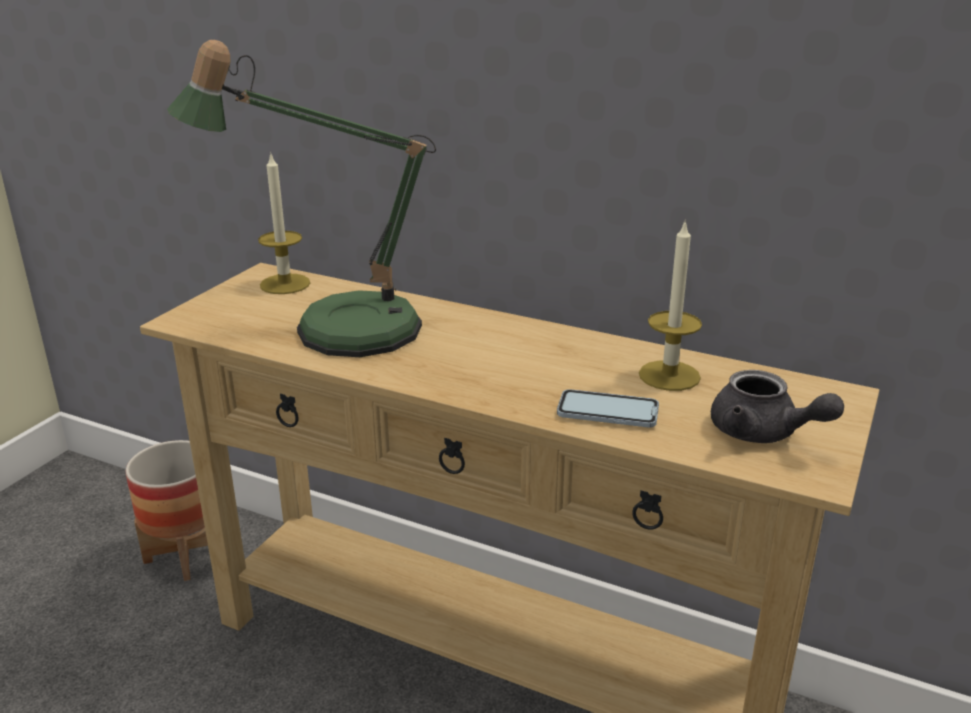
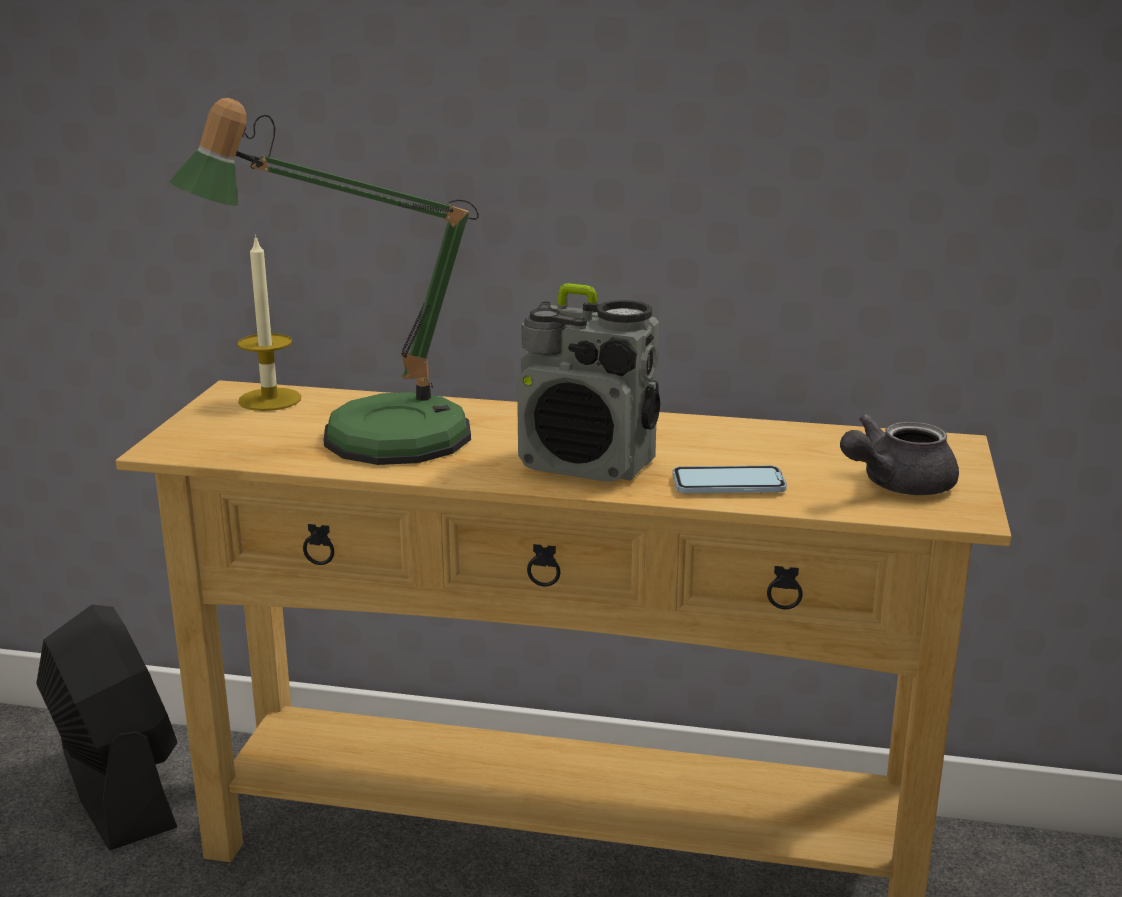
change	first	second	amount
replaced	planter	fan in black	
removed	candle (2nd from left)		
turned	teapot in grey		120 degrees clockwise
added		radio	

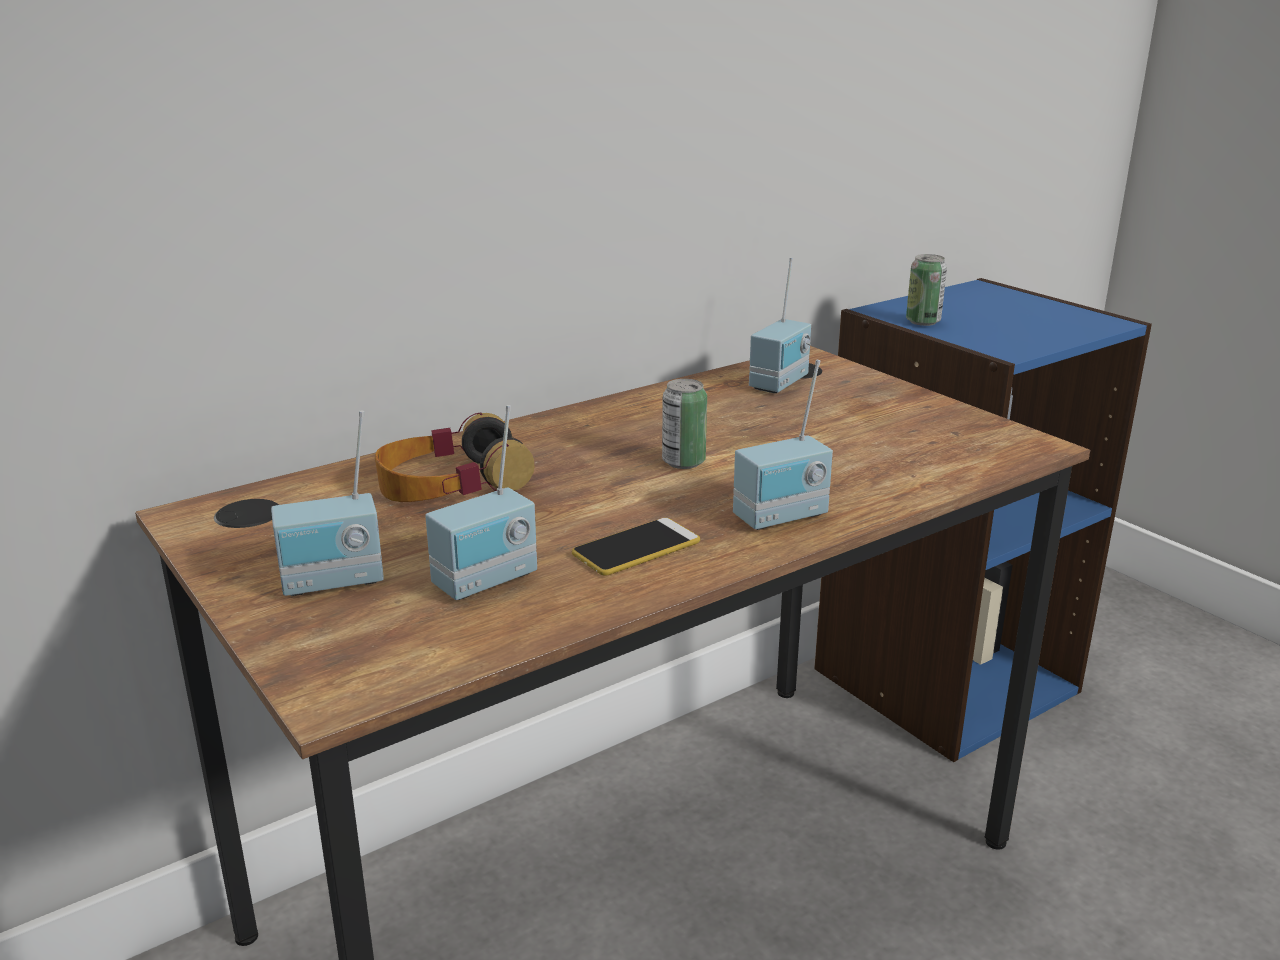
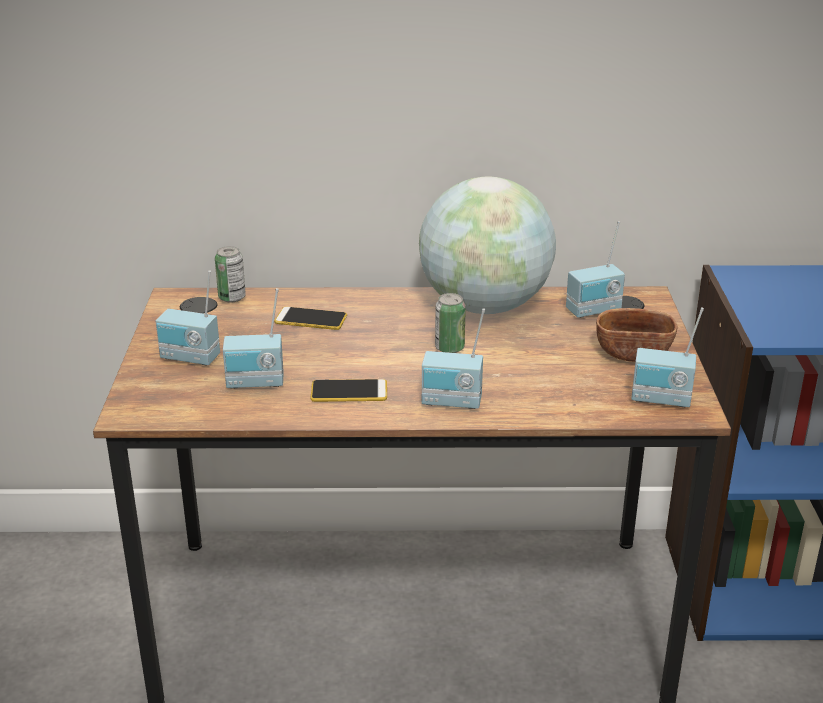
change	first	second	amount
replaced	headphones	phone (1st from left)	
moved	can (2nd from left in the first image)	can (1st from left)	
added		globe	
added		bowl in brown	
added		radio (5th from left)	

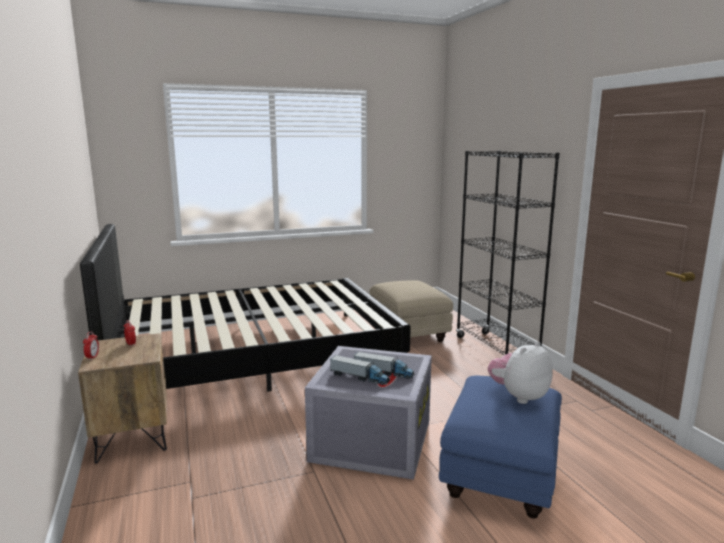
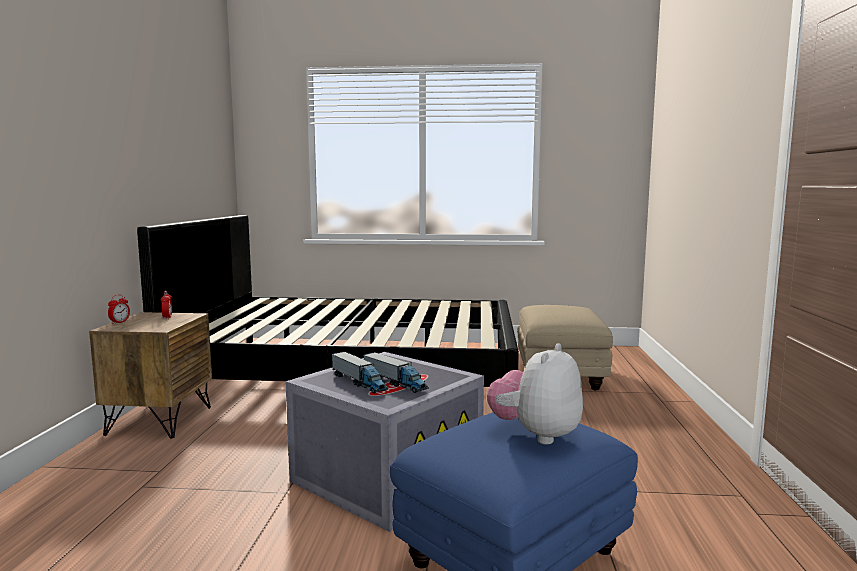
change	first	second	amount
removed	bookcase in black		
turned	plush toy		45 degrees counterclockwise

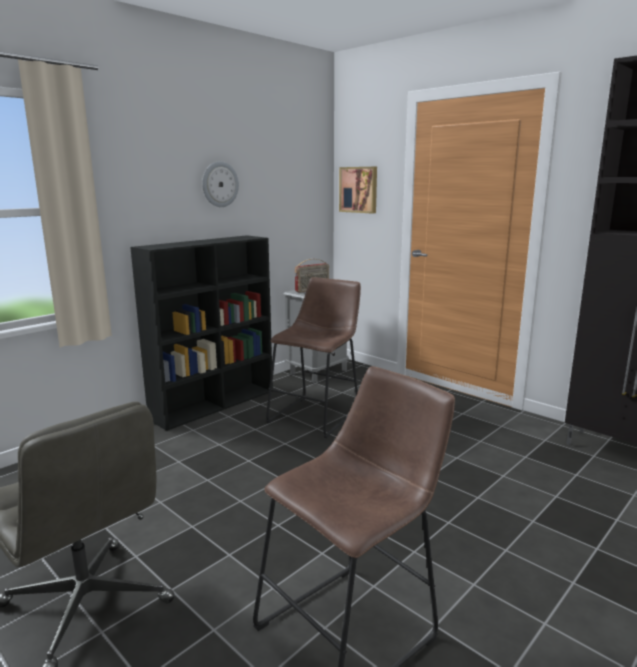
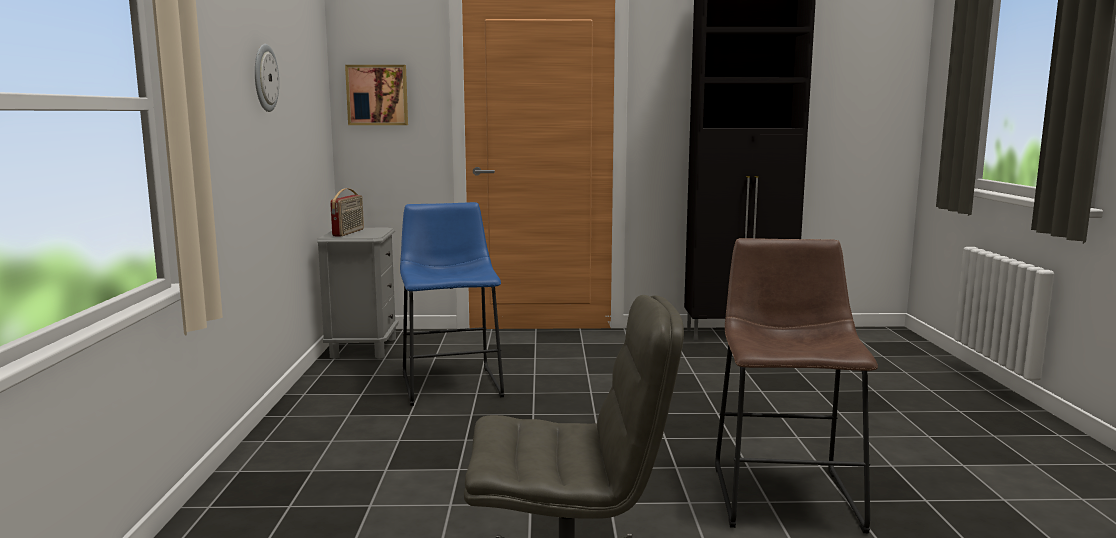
change	first	second	amount
removed	bookcase in black		
recoloured	stool in brown (1st from left)	stool in blue	

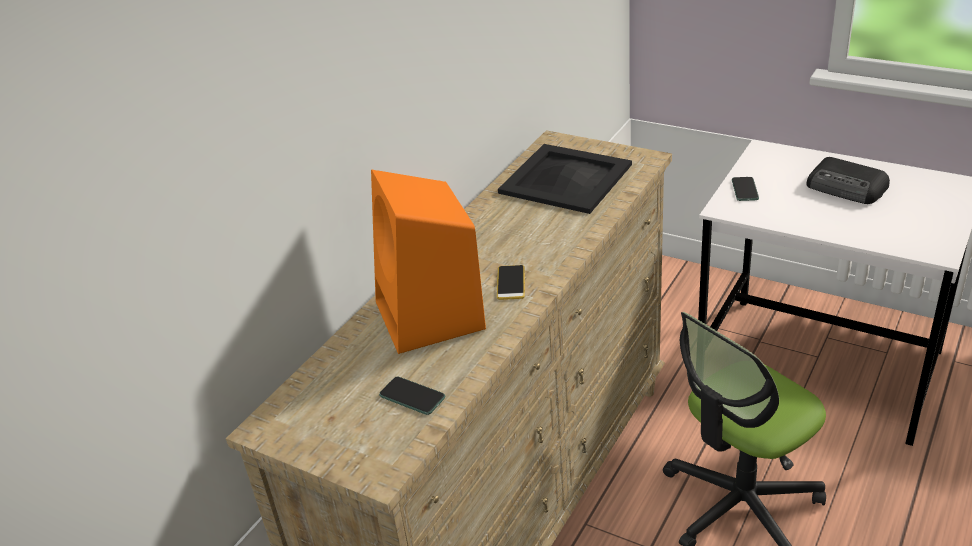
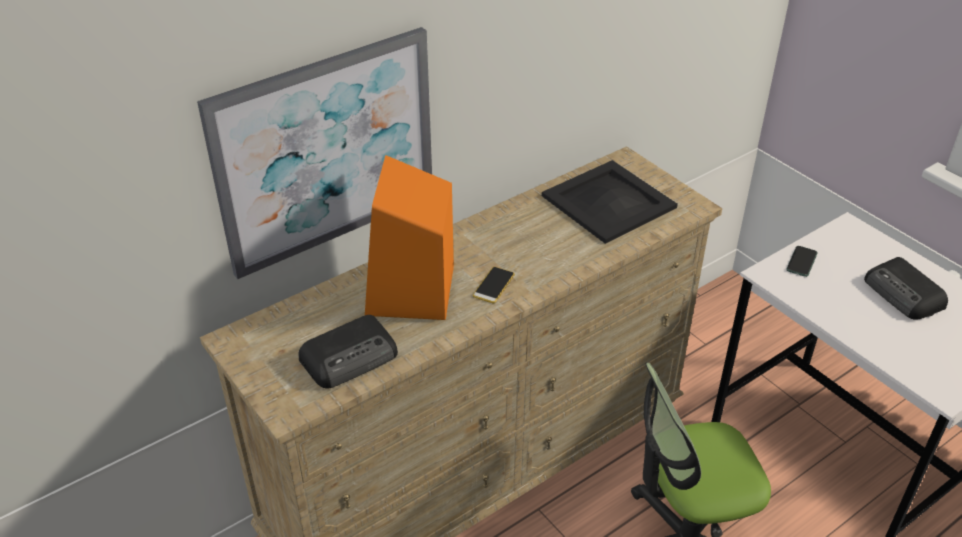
change	first	second	amount
replaced	phone (1st from left)	radio (1st from left)	
added		picture	

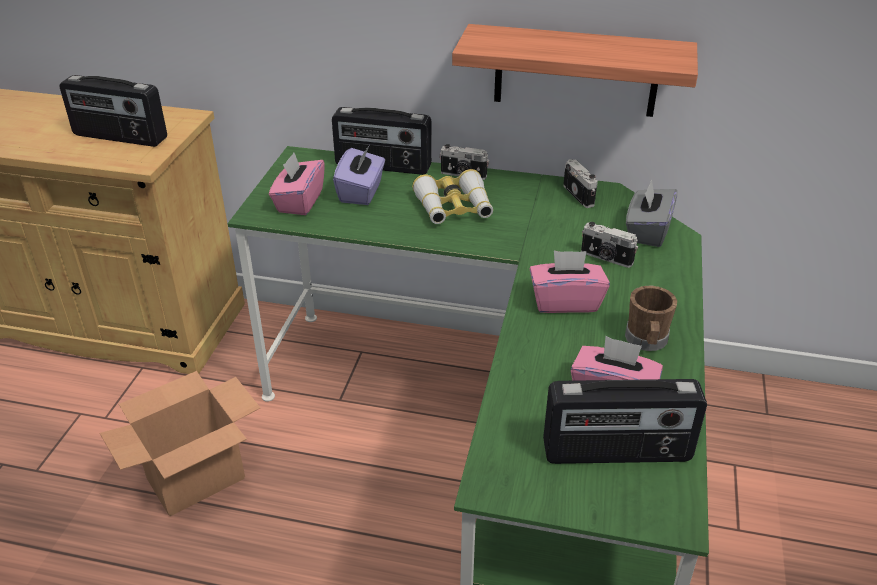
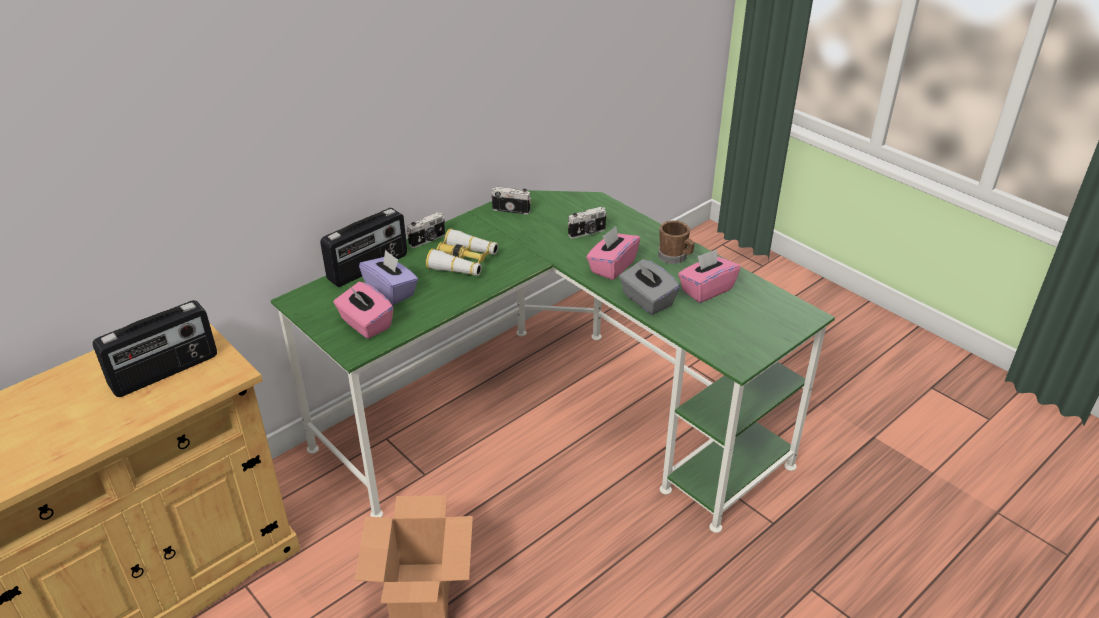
change	first	second	amount
removed	shelf		
removed	radio (3rd from left)		
moved	tissue box in grey		

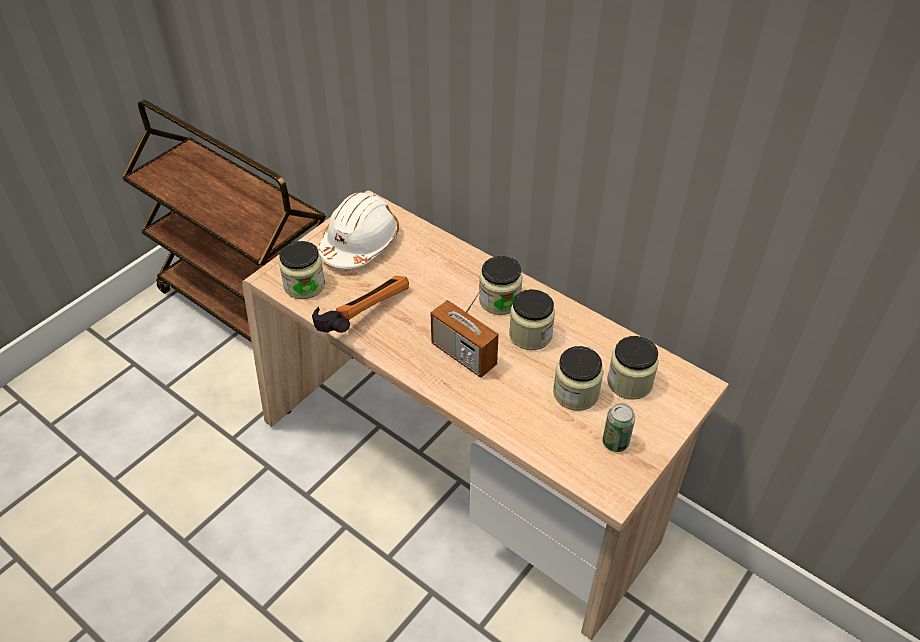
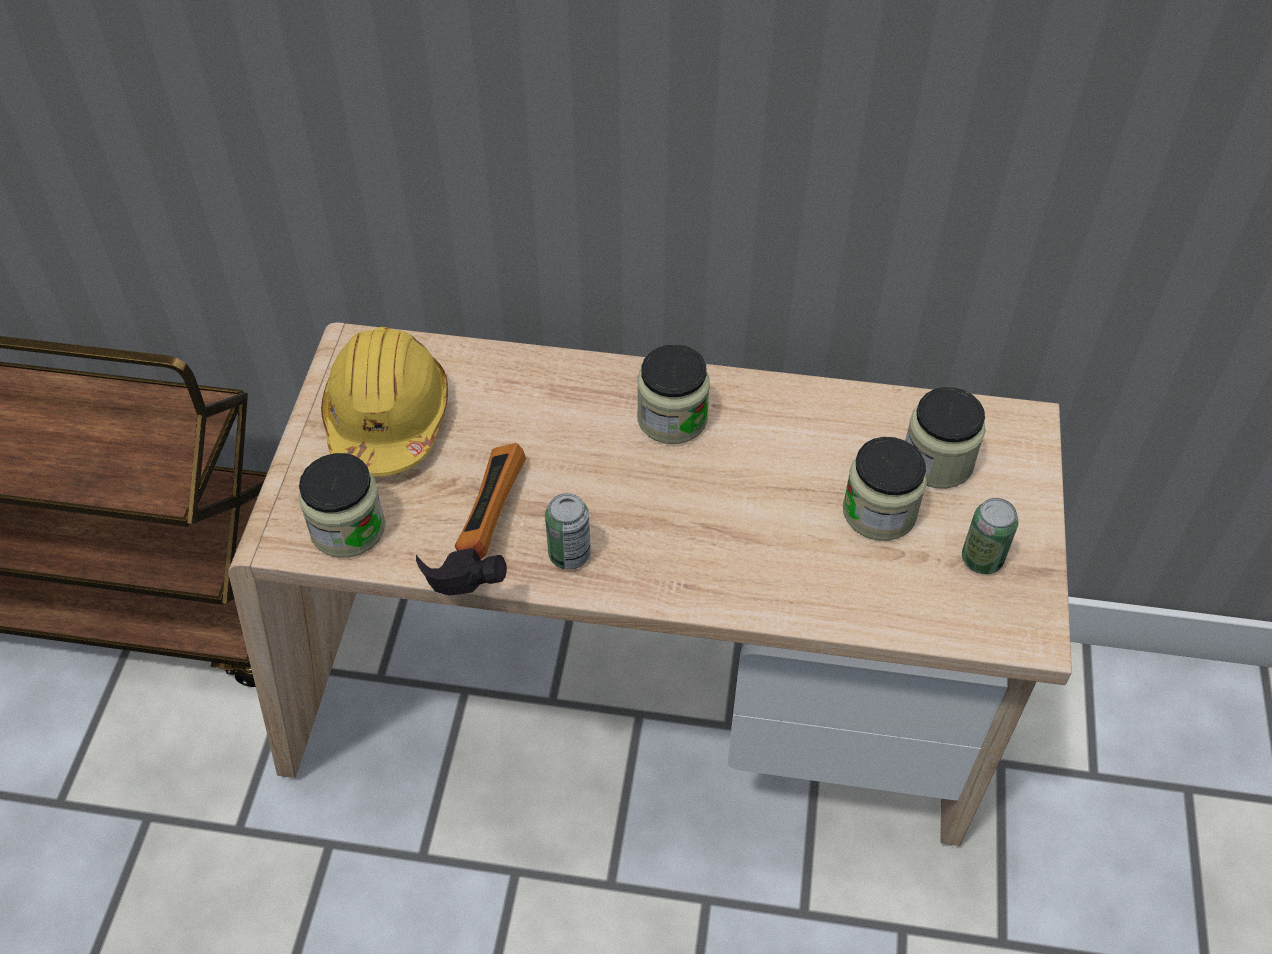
change	first	second	amount
recoloured	hard hat in white	hard hat in yellow	
removed	radio		
removed	jar (3rd from left)		
added		can (1st from left)	

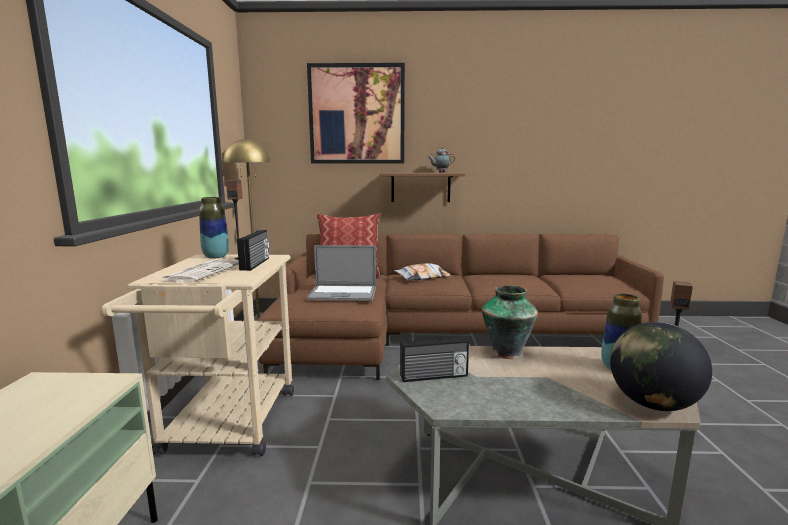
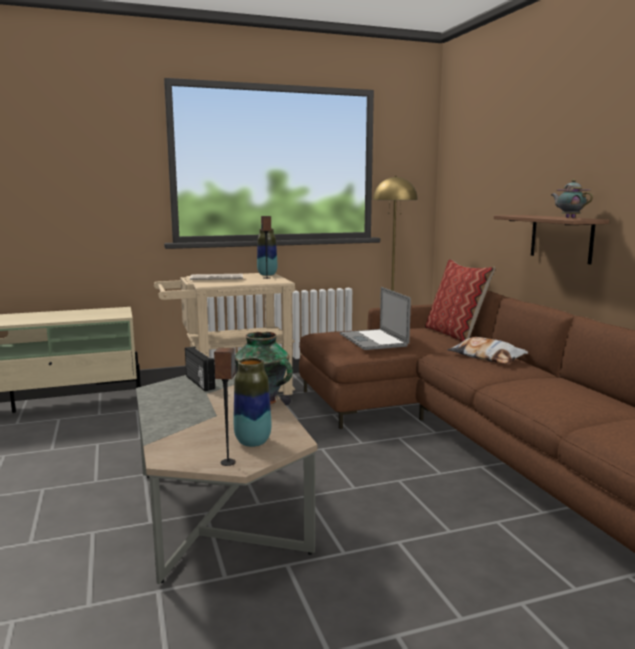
change	first	second	amount
removed	radio (1st from left)		
removed	picture		
removed	globe		

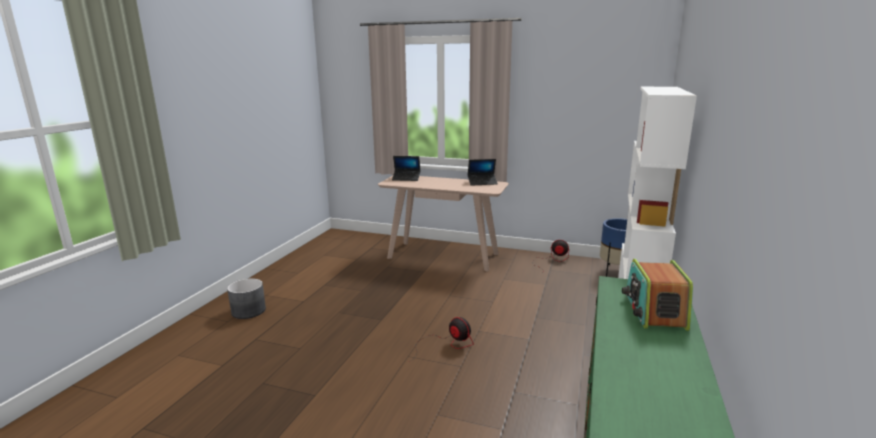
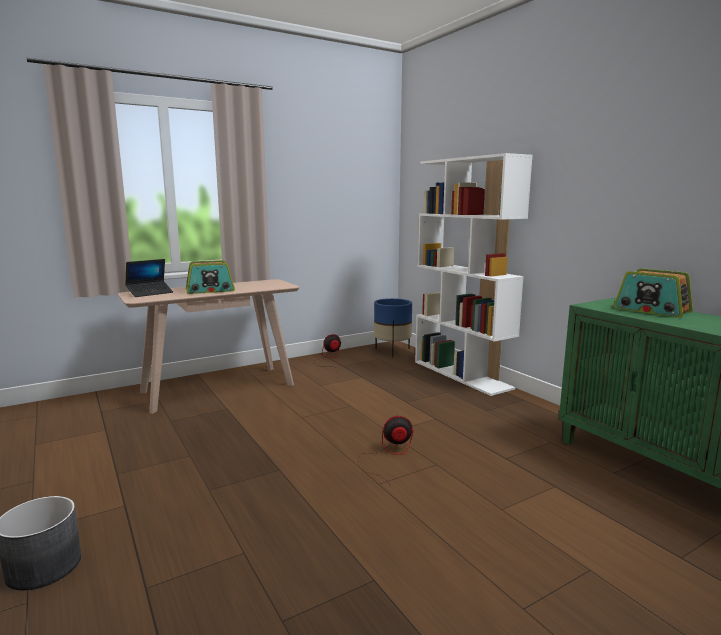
change	first	second	amount
removed	laptop (2nd from left)		
added		radio (1st from left)	

